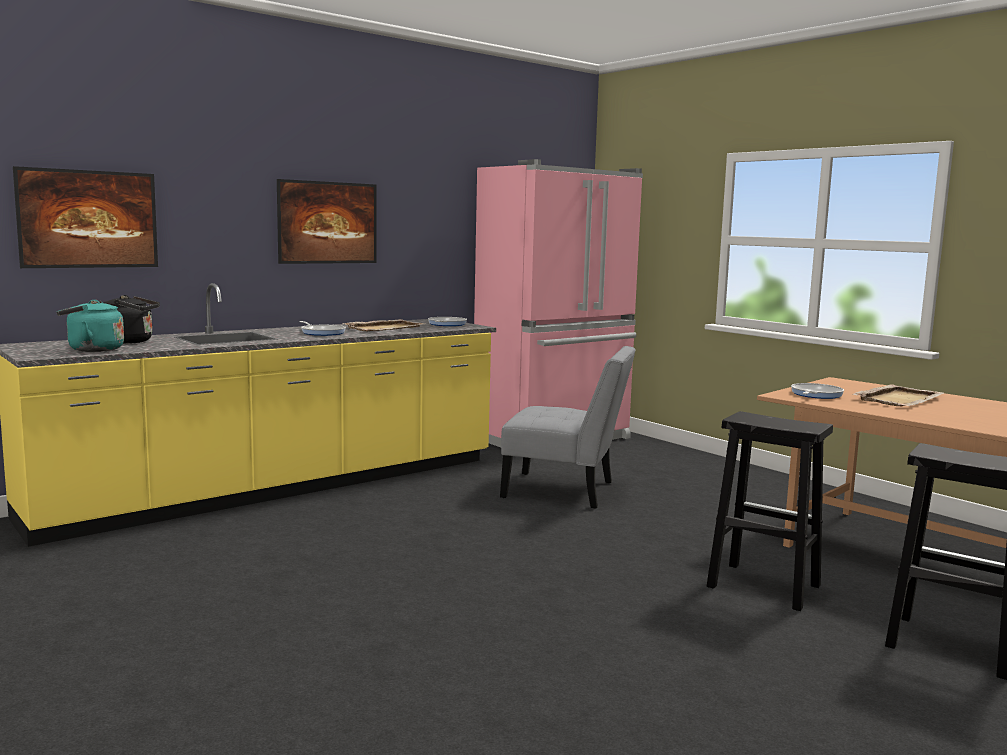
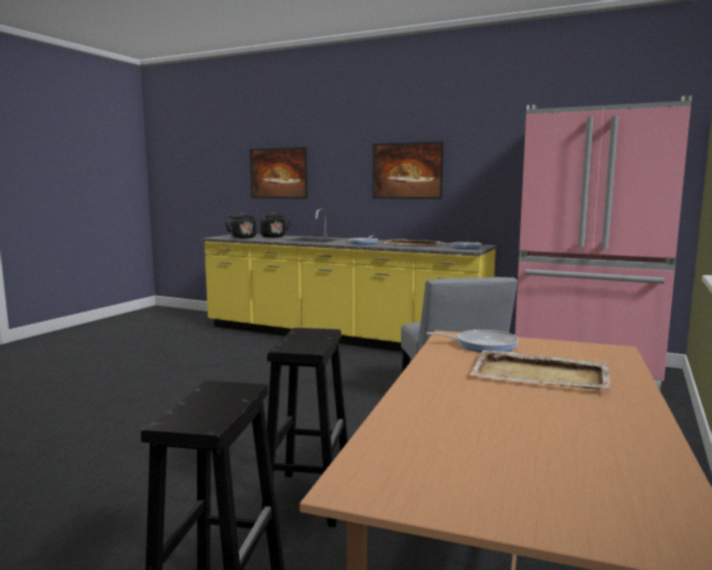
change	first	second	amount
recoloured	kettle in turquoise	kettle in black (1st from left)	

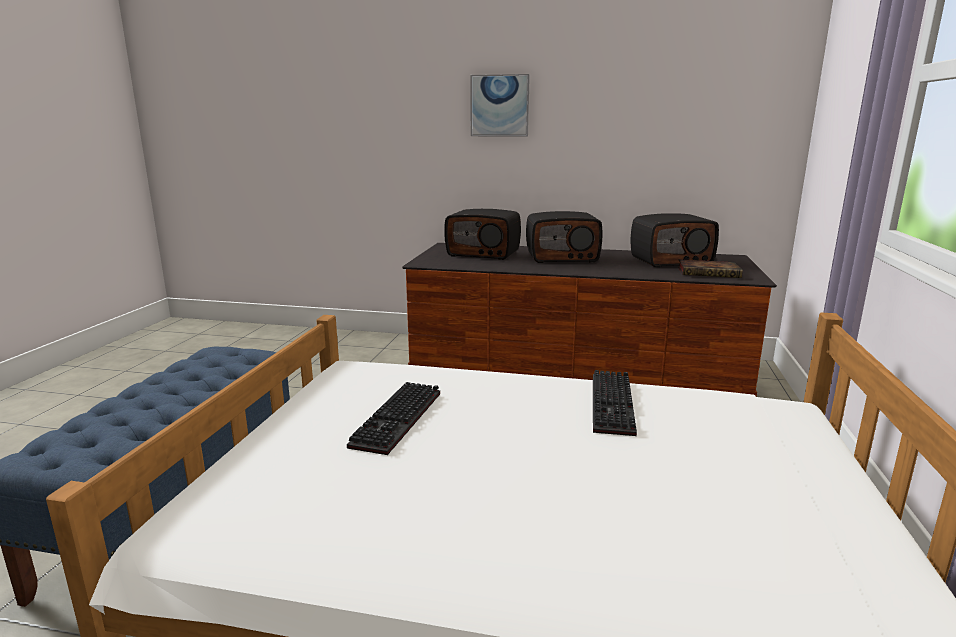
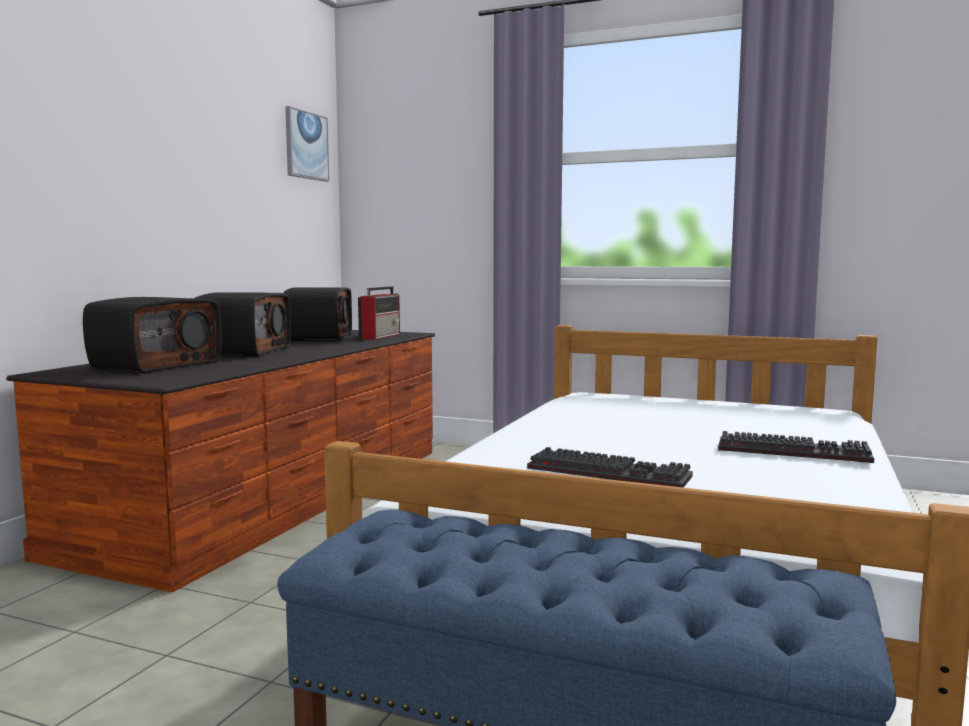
change	first	second	amount
moved	picture		
moved	keyboard (2nd from left)		
replaced	book	radio (4th from left)	

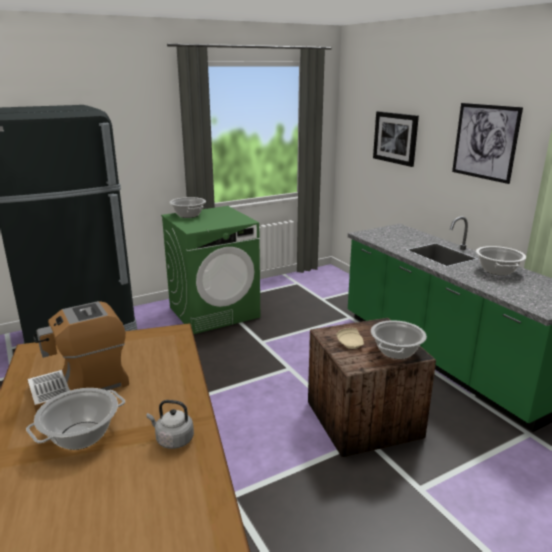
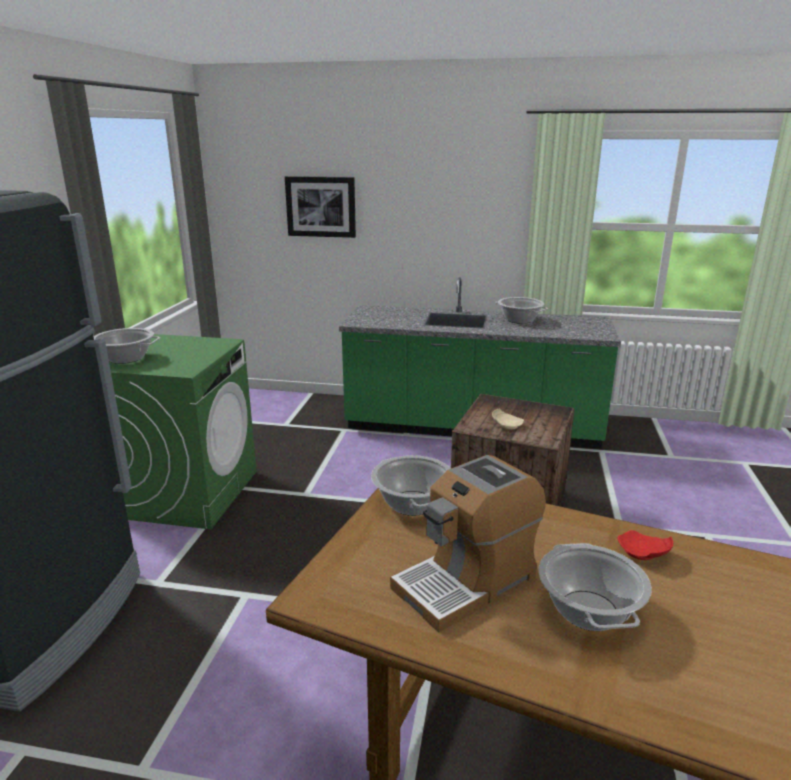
change	first	second	amount
turned	coffee machine		45 degrees clockwise
replaced	kettle in grey	plate in red	
moved	cooking pot (3rd from left in the first image)	cooking pot (2nd from left)	
removed	picture (2nd from left)		

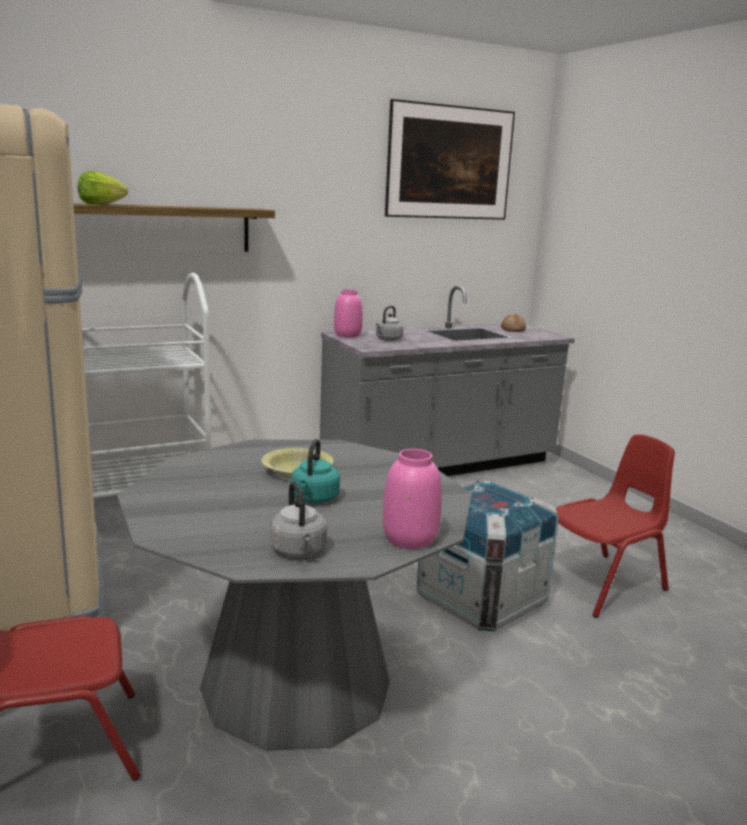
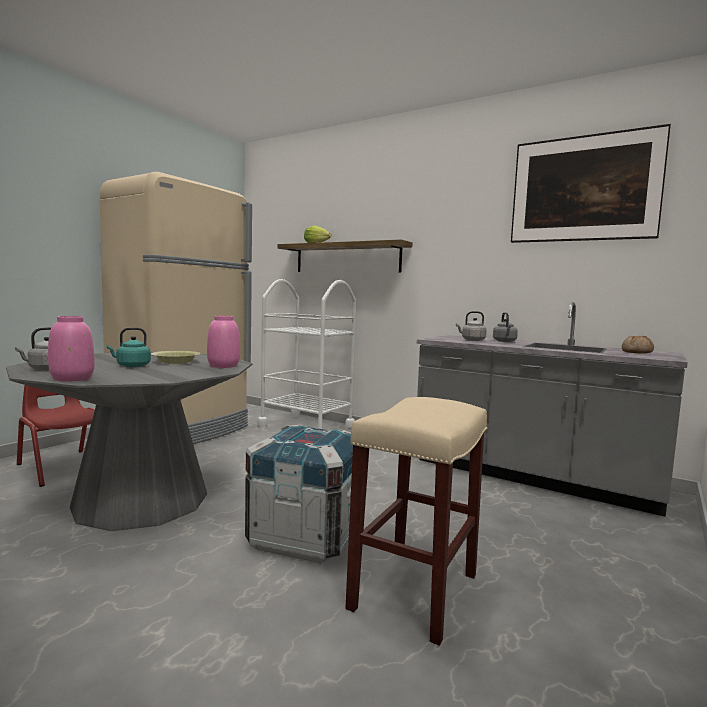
change	first	second	amount
moved	vase in pink (1st from left in the first image)	vase in pink (2nd from left)	
replaced	chair in red (2nd from left)	stool in beige	
added		kettle in grey (3rd from left)	

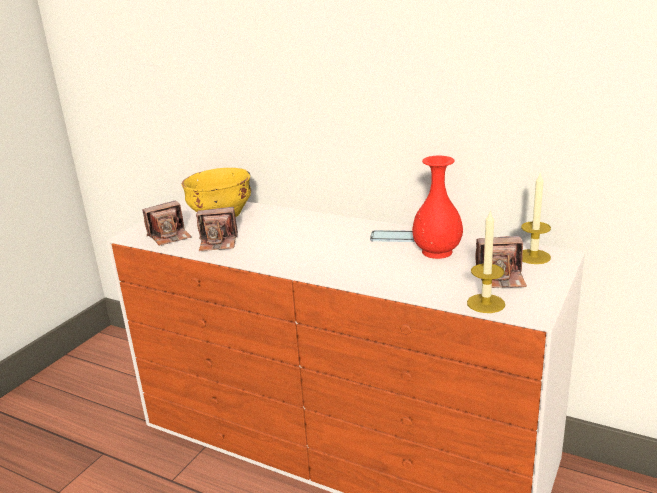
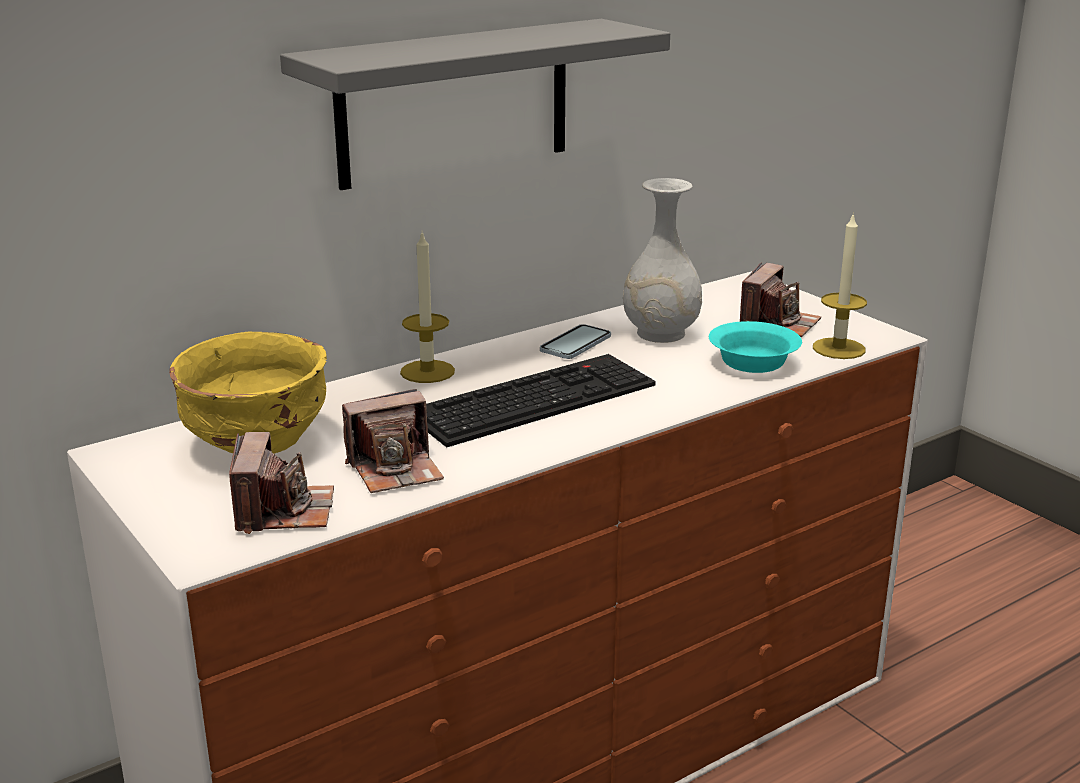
change	first	second	amount
turned	photo camera (2nd from left)		45 degrees clockwise
recoloured	vase in red	vase in white	
moved	candle (2nd from left in the first image)	candle (1st from left)	
added		shelf in grey	
added		keyboard	
added		bowl in turquoise	

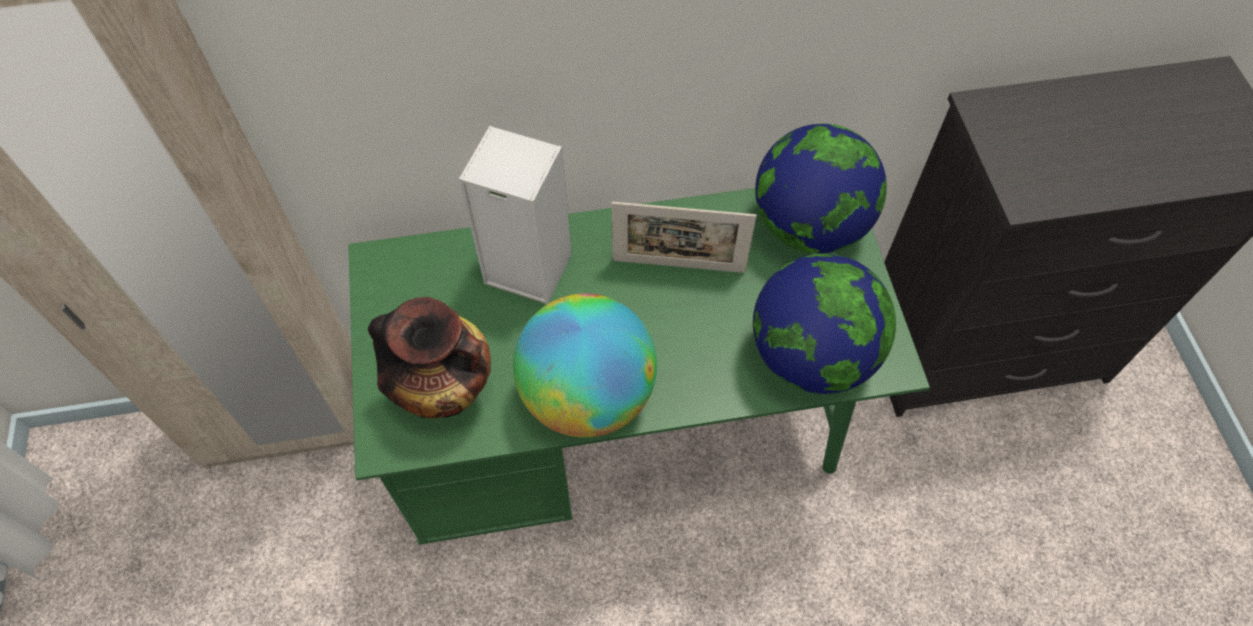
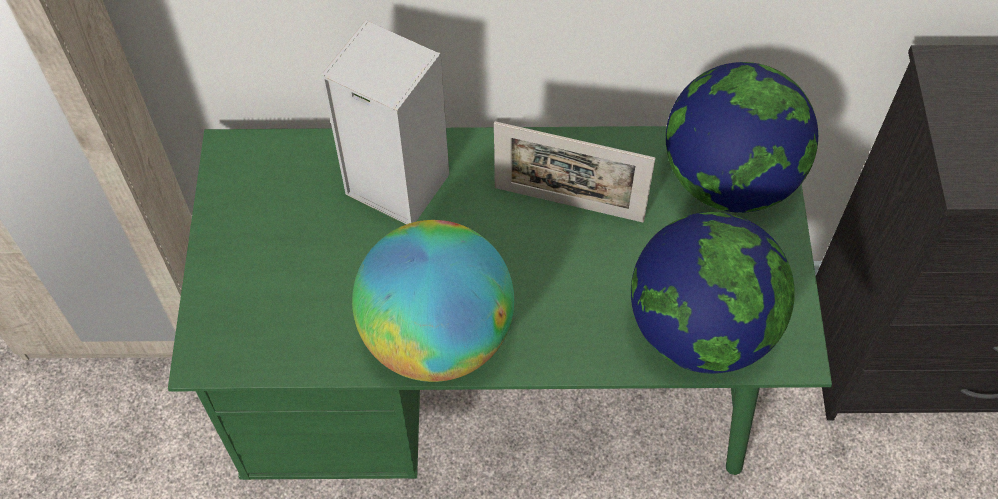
change	first	second	amount
removed	vase		

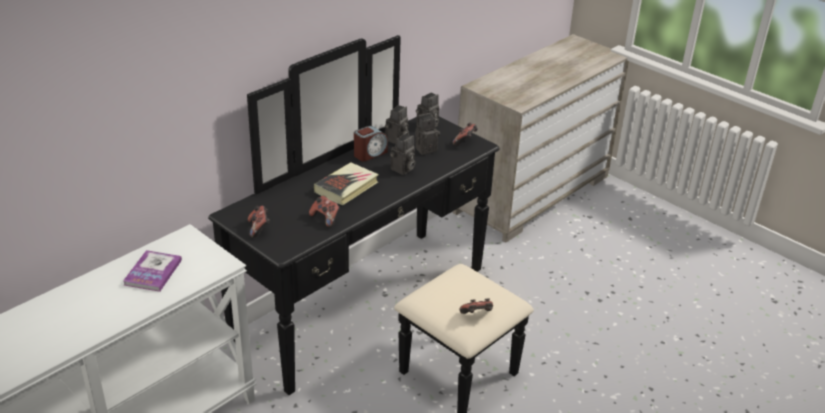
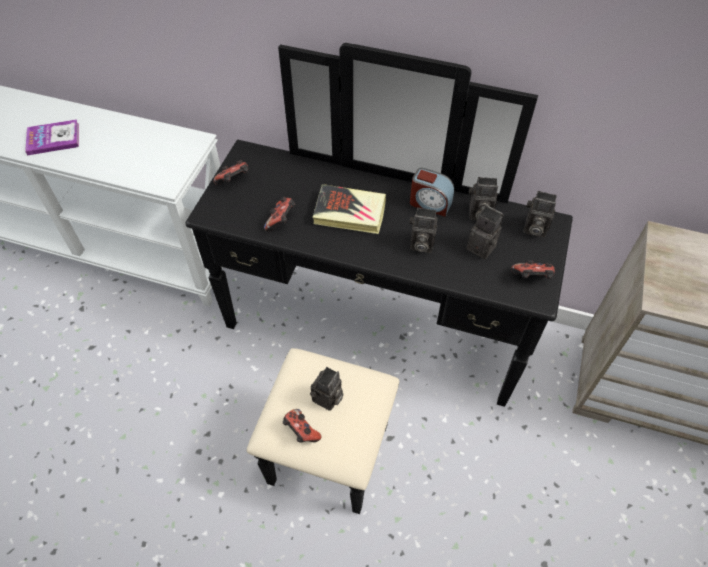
change	first	second	amount
moved	book (1st from left)		
added		photo camera (1st from left)	

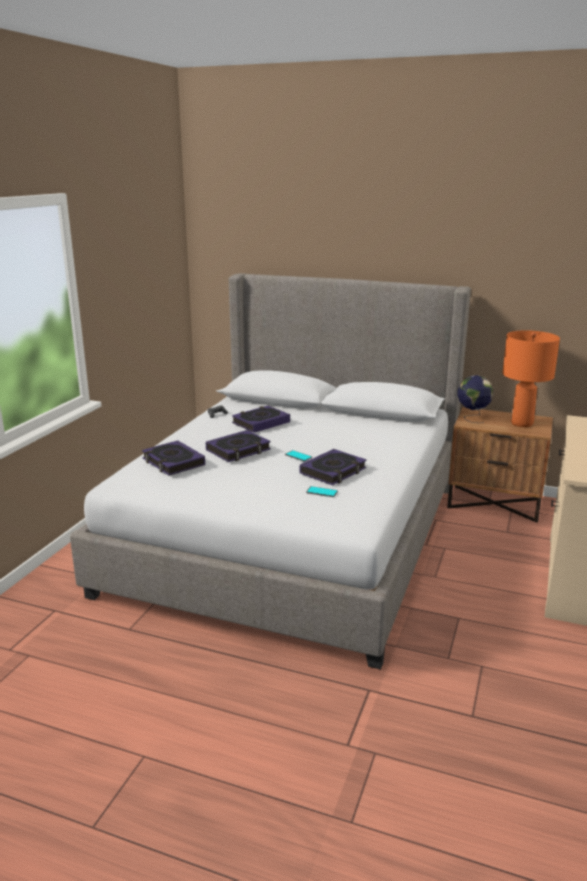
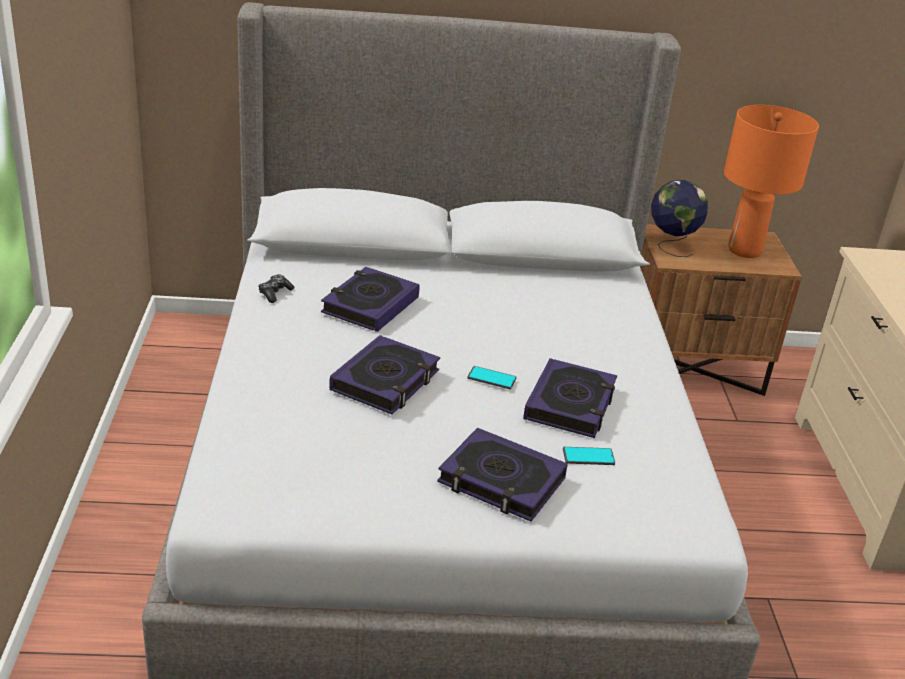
change	first	second	amount
moved	book (1st from left in the first image)	book (3rd from left)	

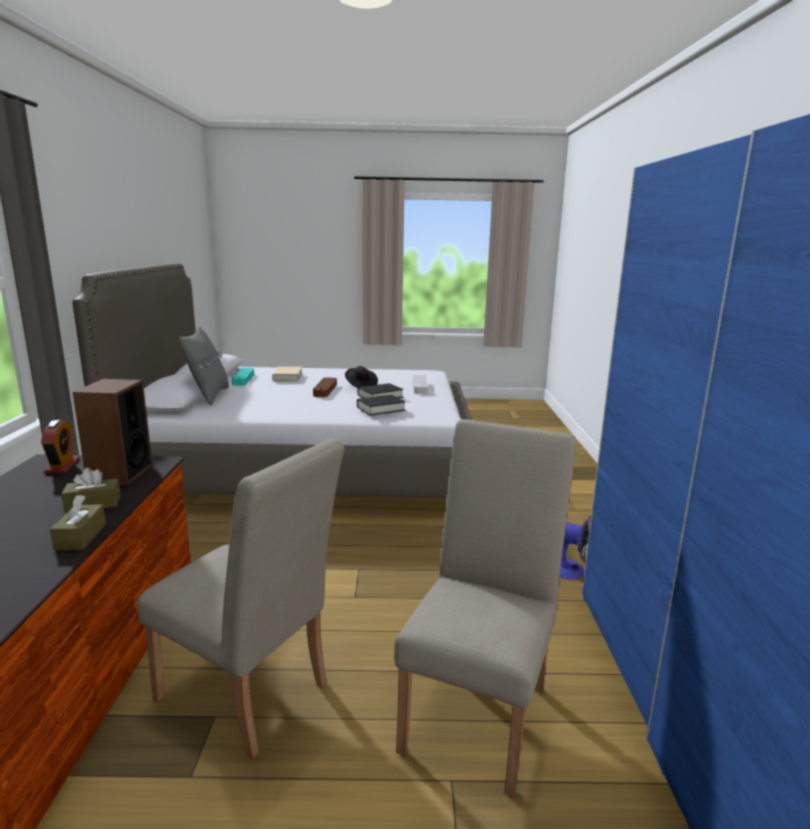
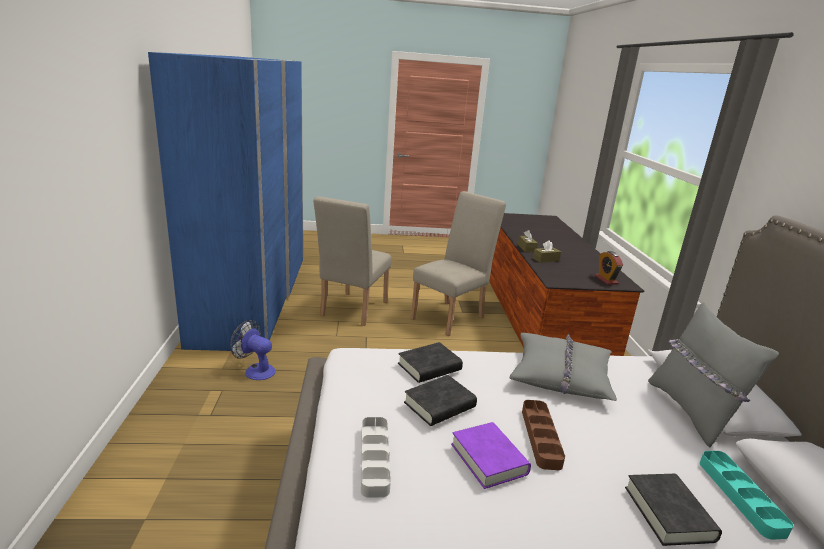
change	first	second	amount
removed	speaker		
turned	chair in beige (1st from left in the first image)	chair in beige (2nd from left)	105 degrees clockwise
recoloured	book in beige	book in black (3rd from left)	
replaced	hat in black	book in purple	
added		pillow in grey (1st from left)	

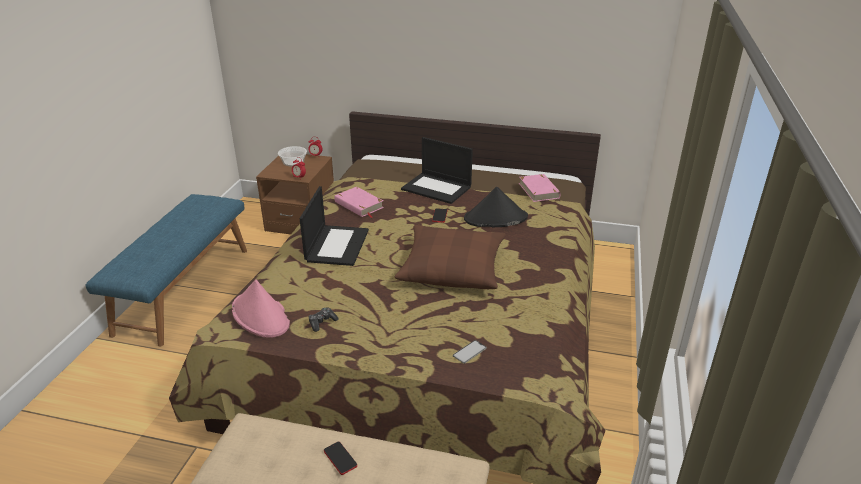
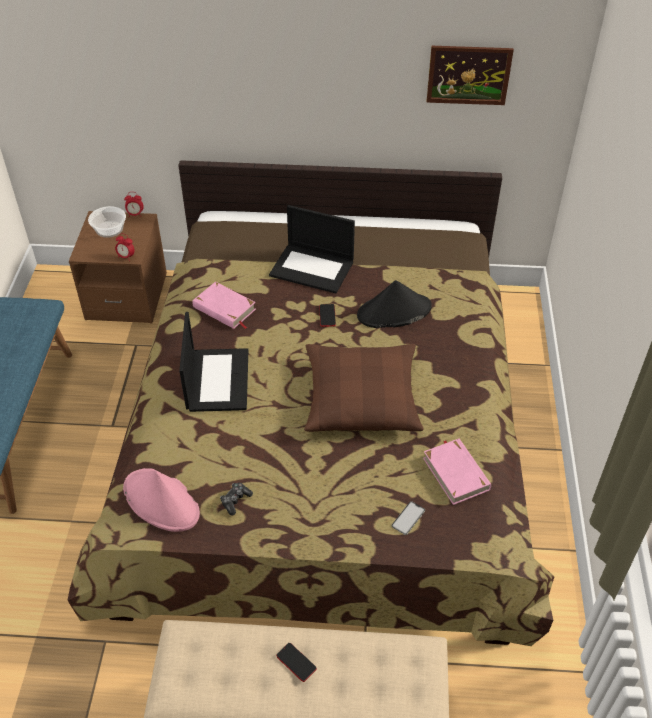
change	first	second	amount
moved	book in pink (2nd from left)		
added		picture	

